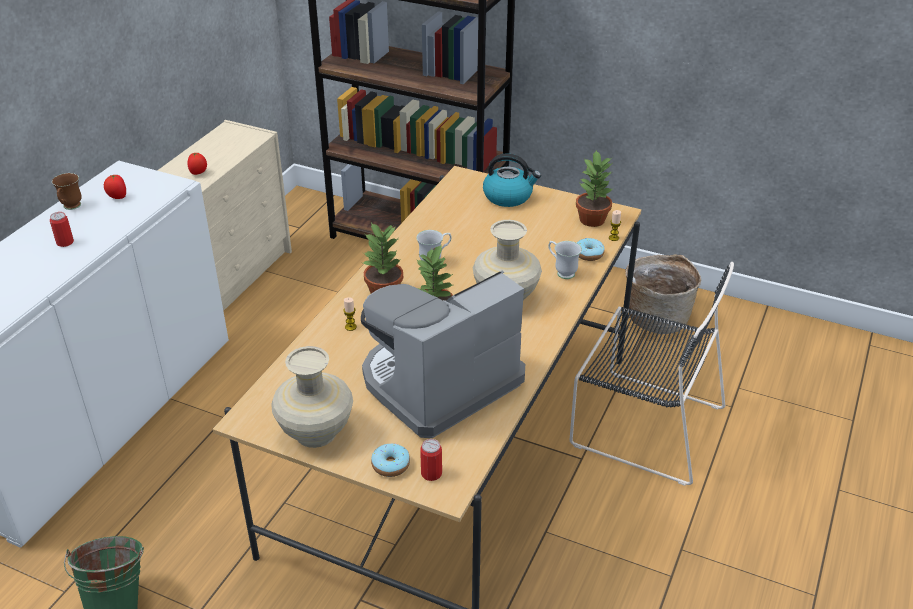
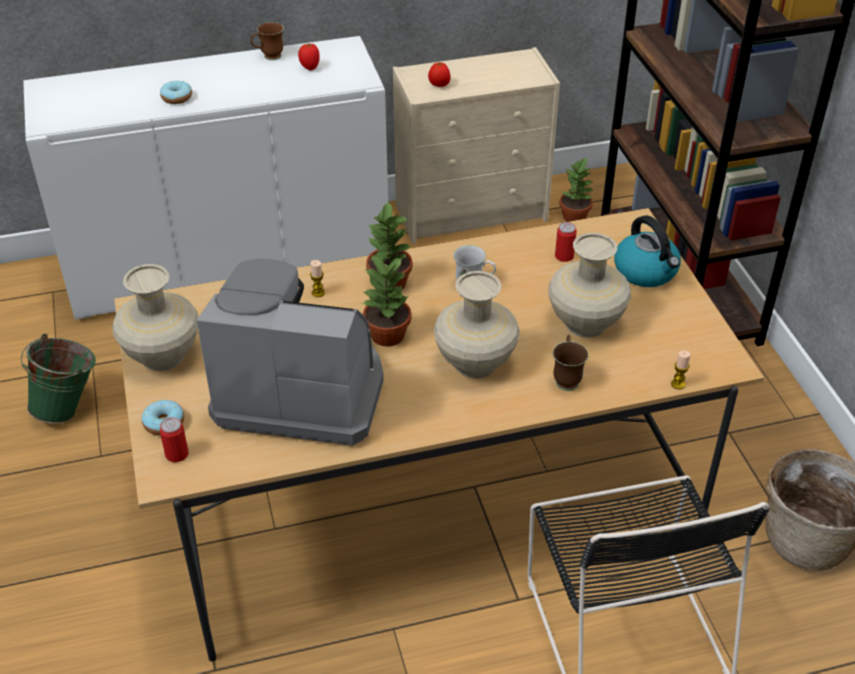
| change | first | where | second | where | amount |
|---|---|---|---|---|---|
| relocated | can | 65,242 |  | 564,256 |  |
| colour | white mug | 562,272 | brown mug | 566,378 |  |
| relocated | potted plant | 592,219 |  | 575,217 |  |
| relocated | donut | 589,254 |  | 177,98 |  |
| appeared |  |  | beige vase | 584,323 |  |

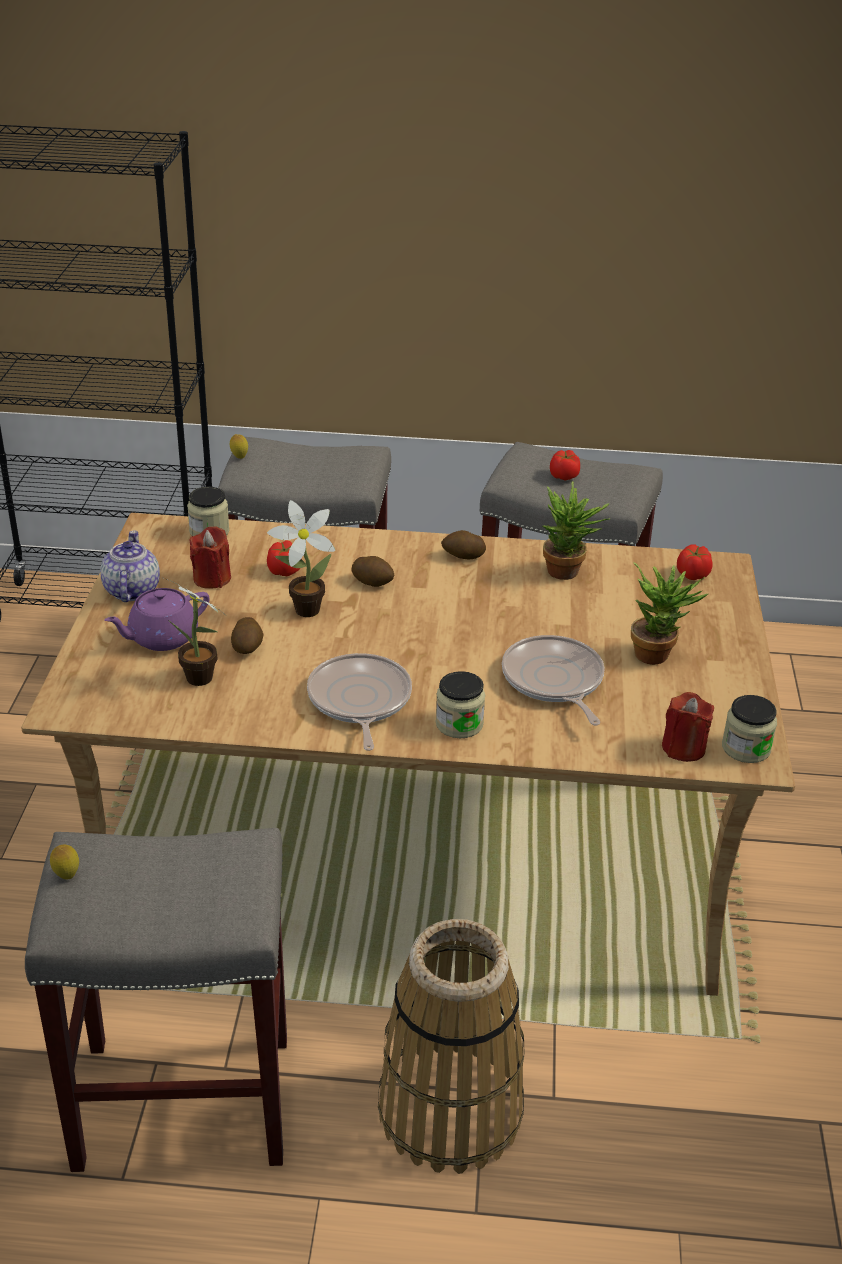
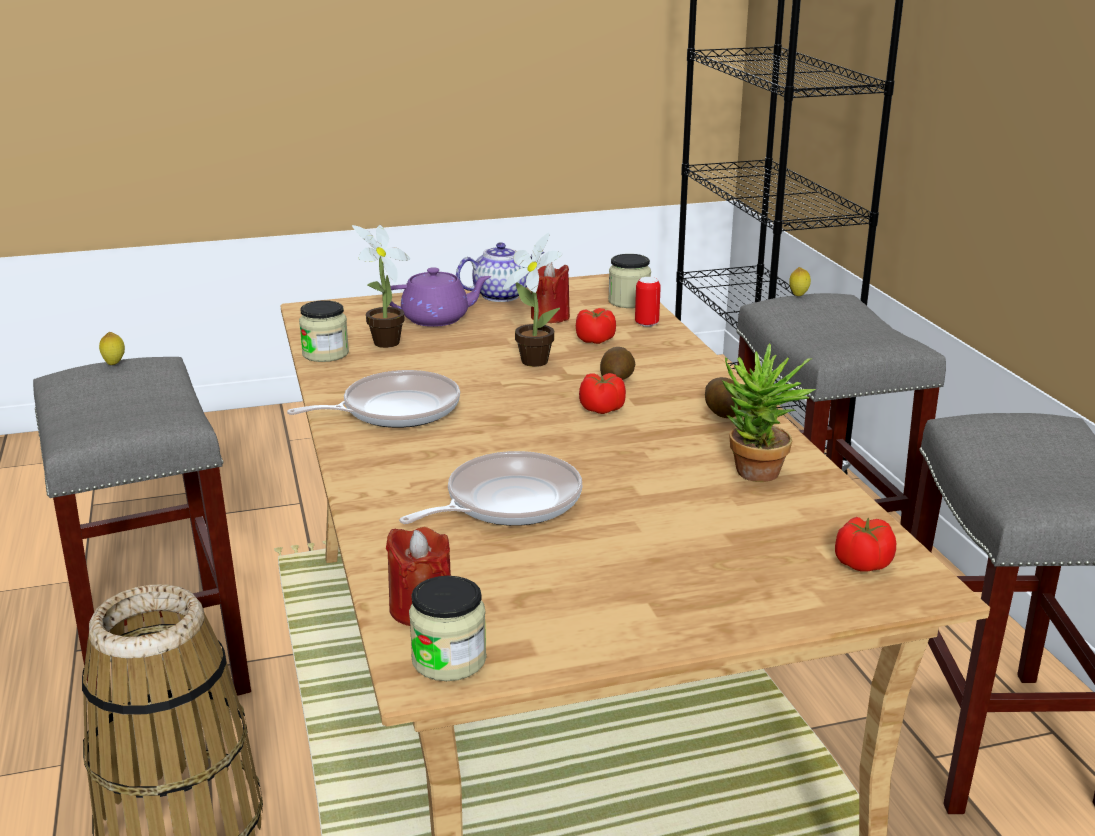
| change | first | where | second | where | amount |
|---|---|---|---|---|---|
| spun | purple teapot | 161,638 |  | 437,319 | 135 degrees clockwise |
| missing | potato | 247,648 |  |  |  |
| relocated | jar | 459,724 |  | 325,353 |  |
| relocated | tomato | 564,476 |  | 602,409 |  |
| missing | potted plant | 658,653 |  |  |  |
| appeared |  |  | can | 646,324 |  |

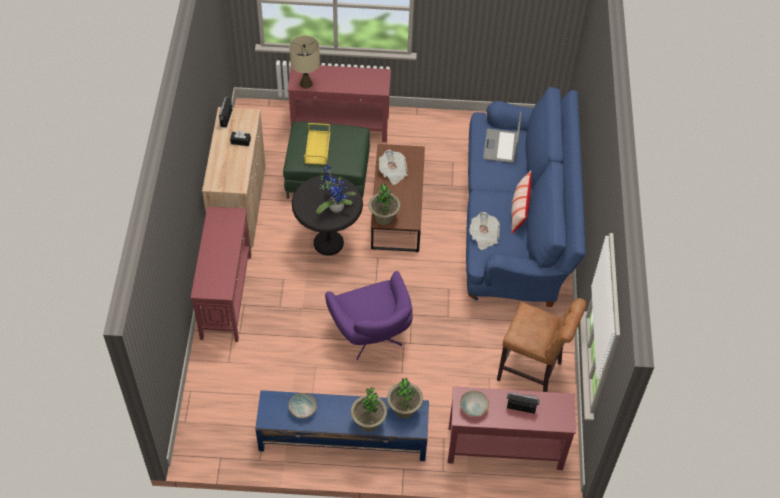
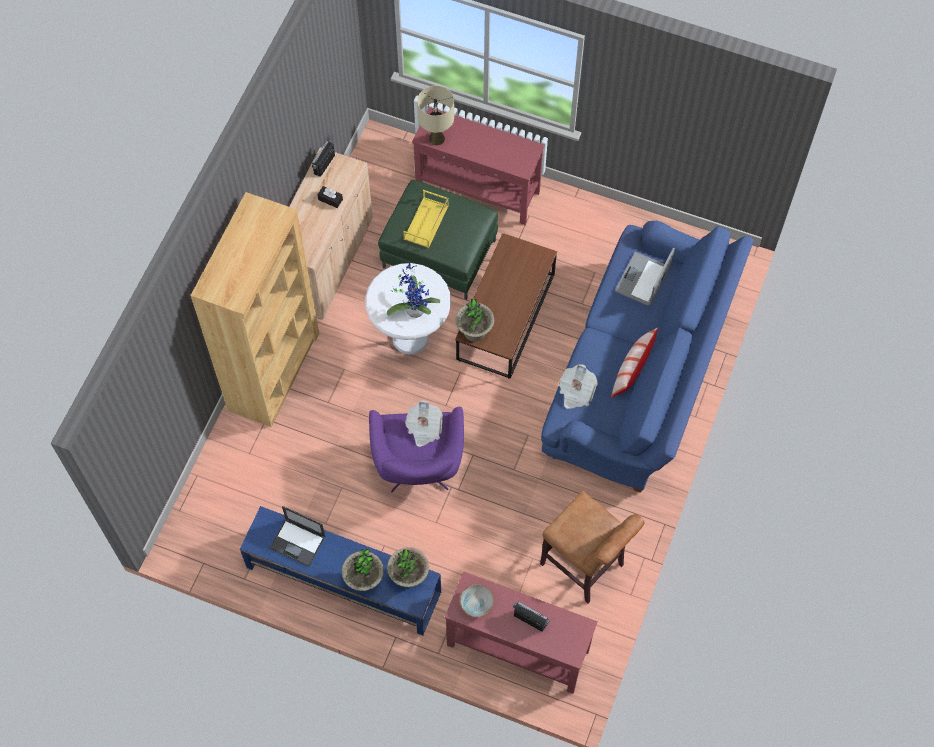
| change | first | where | second | where | amount |
|---|---|---|---|---|---|
| exchanged | red console table | 226,295 | brown bookcase | 274,371 |  |
| exchanged | bowl | 303,409 | laptop | 298,542 |  |
| colour | black side table | 328,243 | white side table | 410,338 |  |
| relocated | newspaper | 393,172 |  | 424,428 |  |

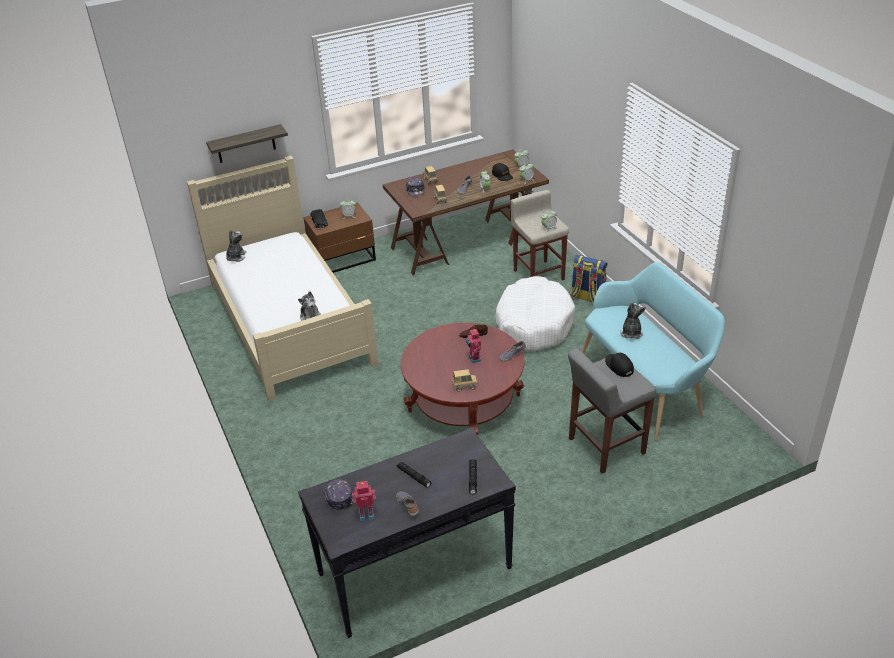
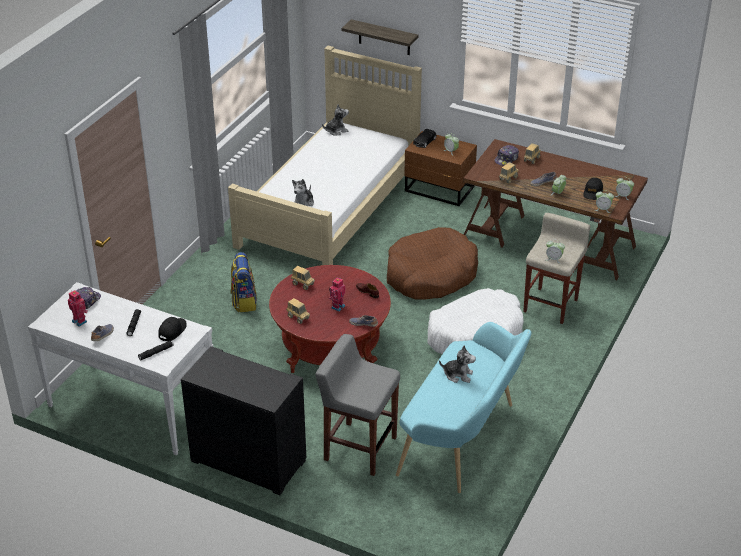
| change | first | where | second | where | amount |
|---|---|---|---|---|---|
| colour | black console table | 414,571 | white console table | 131,407 |  |
| relocated | backpack | 587,297 |  | 244,301 |  |
| relocated | black cap | 619,367 |  | 172,331 |  |
| spun | plush toy | 631,333 |  | 458,375 | 45 degrees clockwise |
| appeared |  |  | black dresser | 247,461 |  |
| appeared |  |  | toy truck | 303,284 |  |
| appeared |  |  | brown dog bed | 430,275 |  |

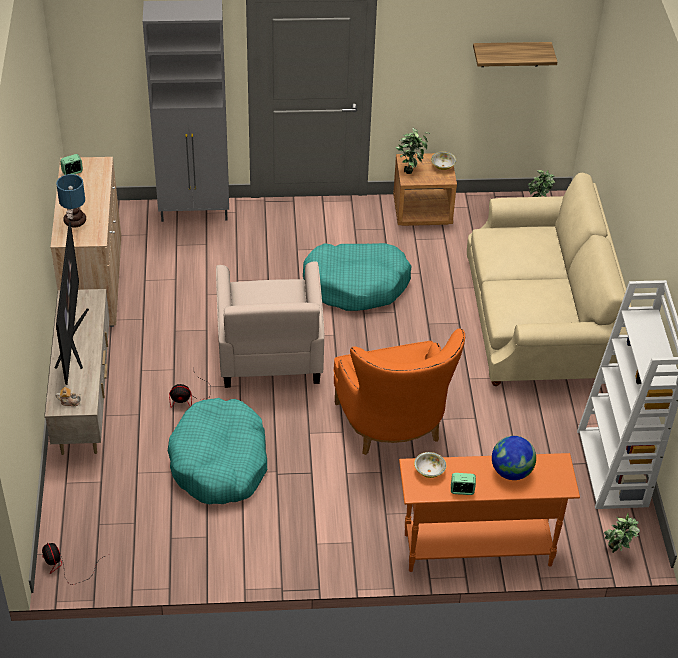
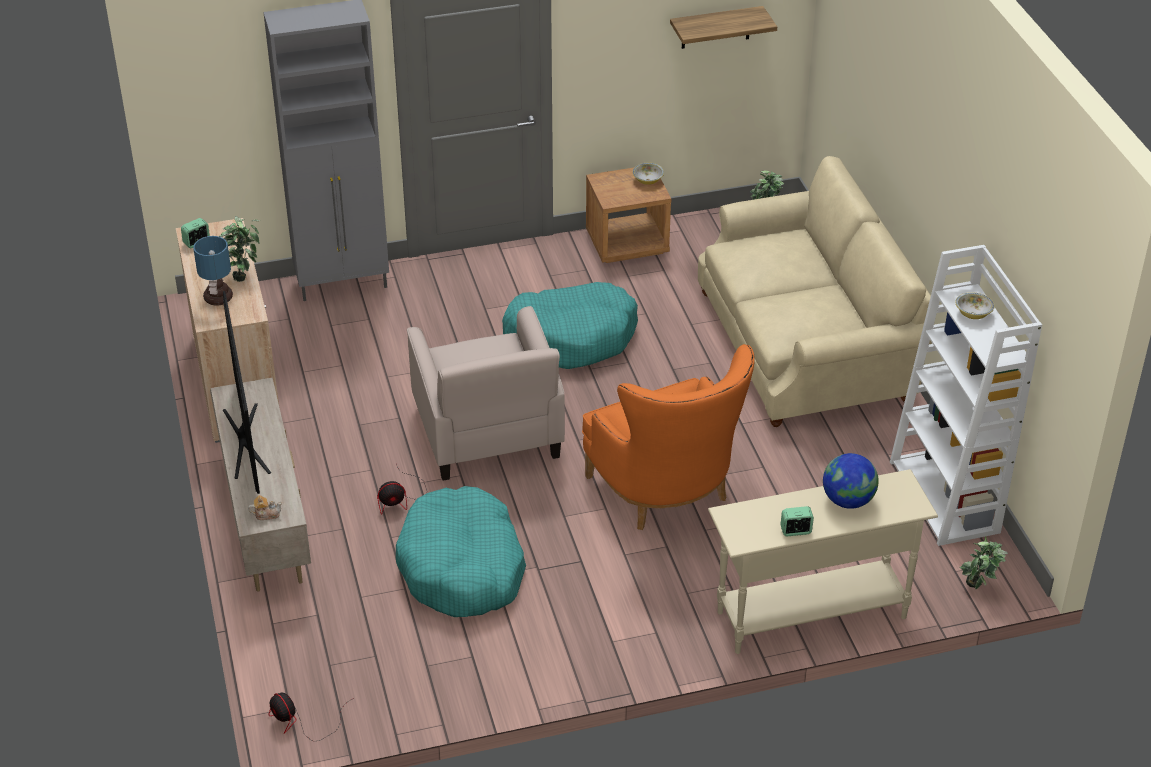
| change | first | where | second | where | amount |
|---|---|---|---|---|---|
| relocated | potted plant | 410,169 |  | 243,275 |  |
| colour | orange console table | 477,549 | beige console table | 810,614 |  |
| relocated | bowl | 429,471 |  | 973,314 |  |

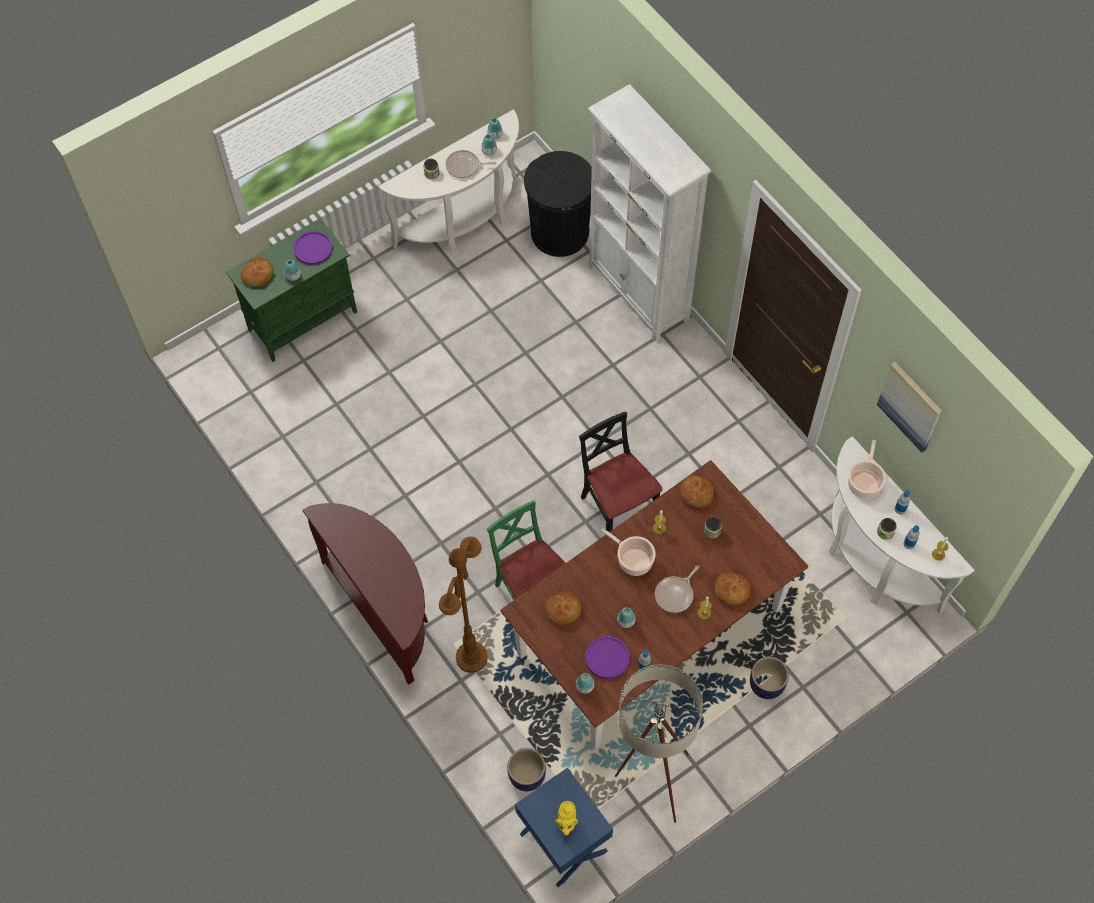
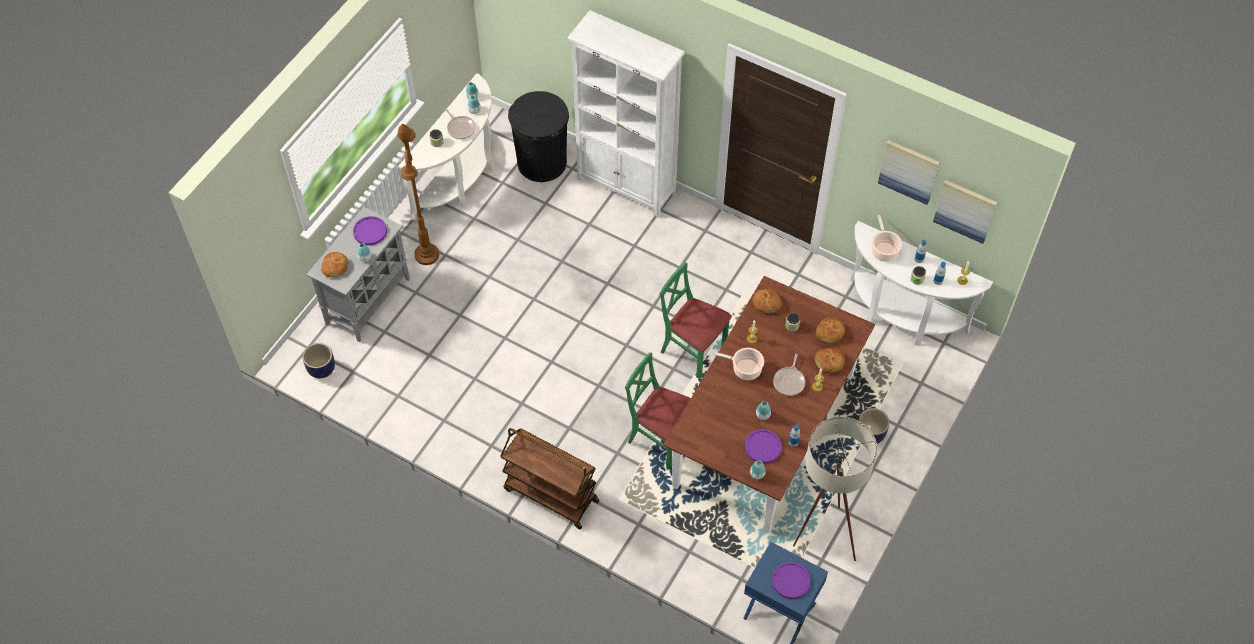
| change | first | where | second | where | amount |
|---|---|---|---|---|---|
| colour | green cabinet | 303,320 | grey cabinet | 368,300 |  |
| exchanged | brown console table | 384,609 | brown cart | 550,495 |  |
| relocated | brown floor lamp | 471,657 |  | 426,254 |  |
| spun | frying pan | 464,166 |  | 460,128 | 105 degrees counterclockwise |
| relocated | planter | 527,776 |  | 321,369 |  |
| relocated | bread | 563,611 |  | 830,333 |  |
| exchanged | yellow teapot | 566,822 | purple plate | 791,581 |  |
| colour | black chair | 617,508 | green chair | 693,350 |  |
| appeared |  |  | picture | 965,210 |  |

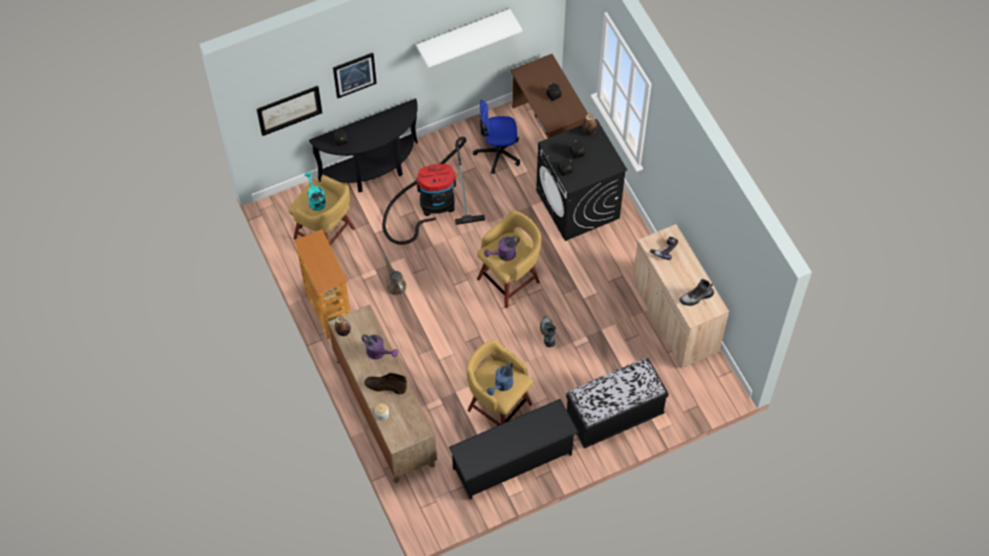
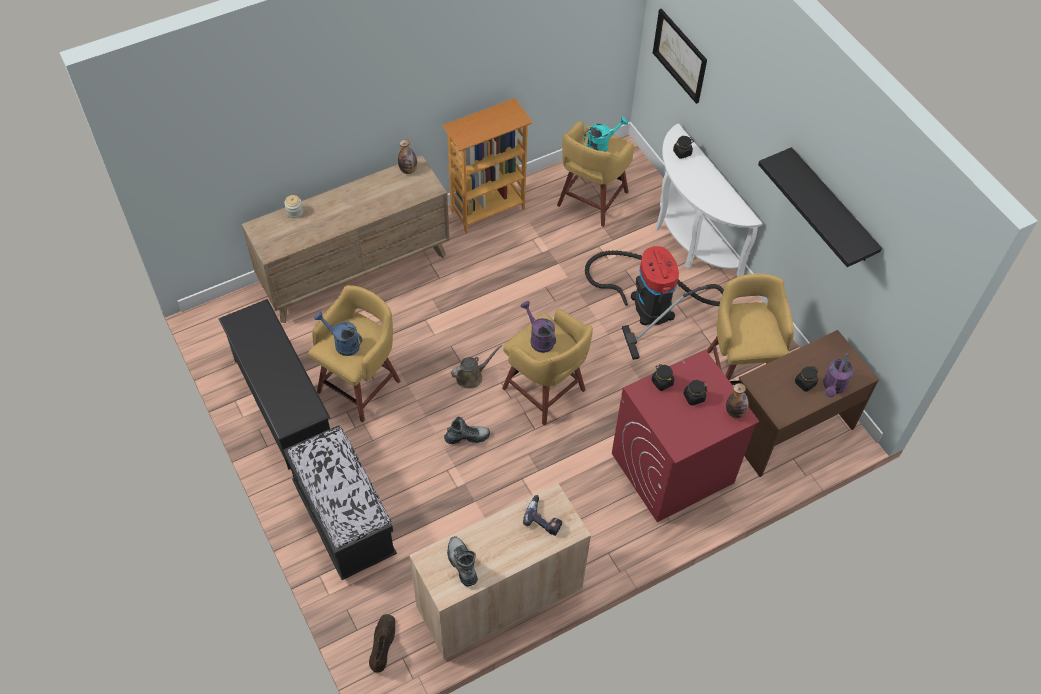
| change | first | where | second | where | amount |
|---|---|---|---|---|---|
| colour | black console table | 373,170 | white console table | 689,239 |  |
| missing | picture | 354,74 |  |  |  |
| relocated | purple watering can | 379,353 |  | 833,387 |  |
| relocated | brown boot | 385,386 |  | 382,644 |  |
| relocated | brown watering can | 395,284 |  | 472,376 |  |
| colour | white shelf | 463,33 | black shelf | 831,207 |  |
| exchanged | office chair | 498,153 | yellow stool | 740,370 |  |
| colour | black washing machine | 578,205 | red washing machine | 672,468 |  |

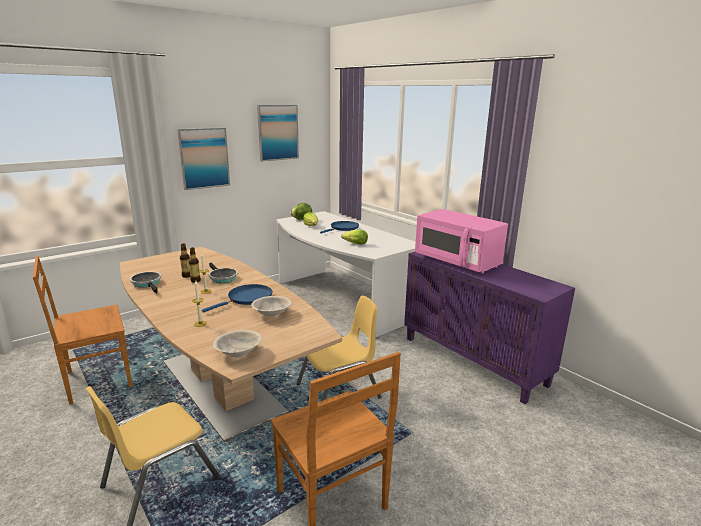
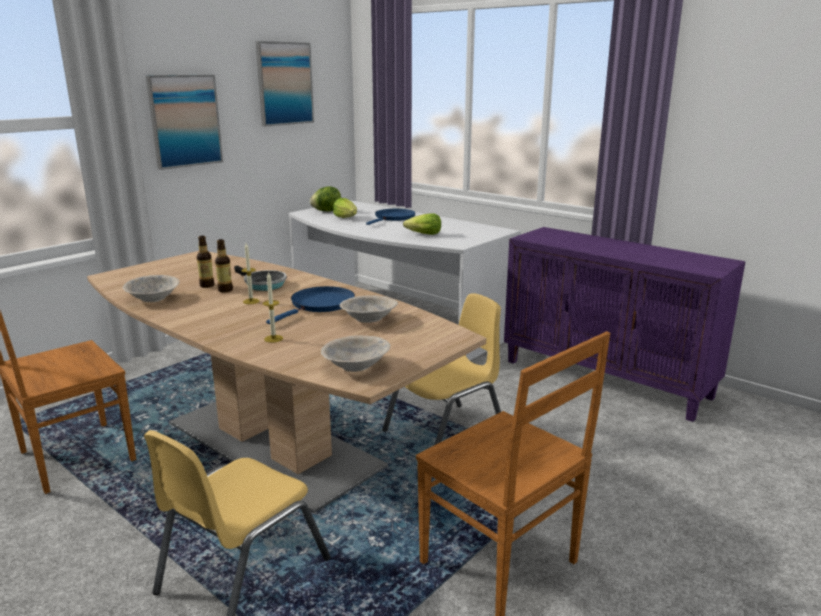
| change | first | where | second | where | amount |
|---|---|---|---|---|---|
| exchanged | frying pan | 147,283 | beige bowl | 153,298 |  |
| missing | pink microwave | 457,261 |  |  |  |

